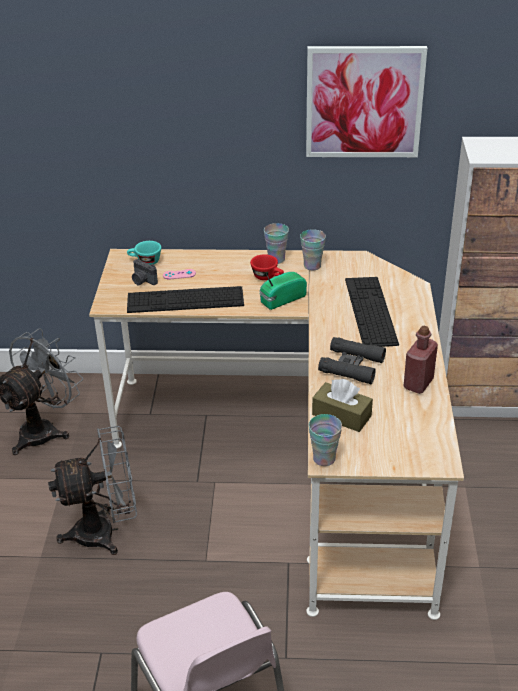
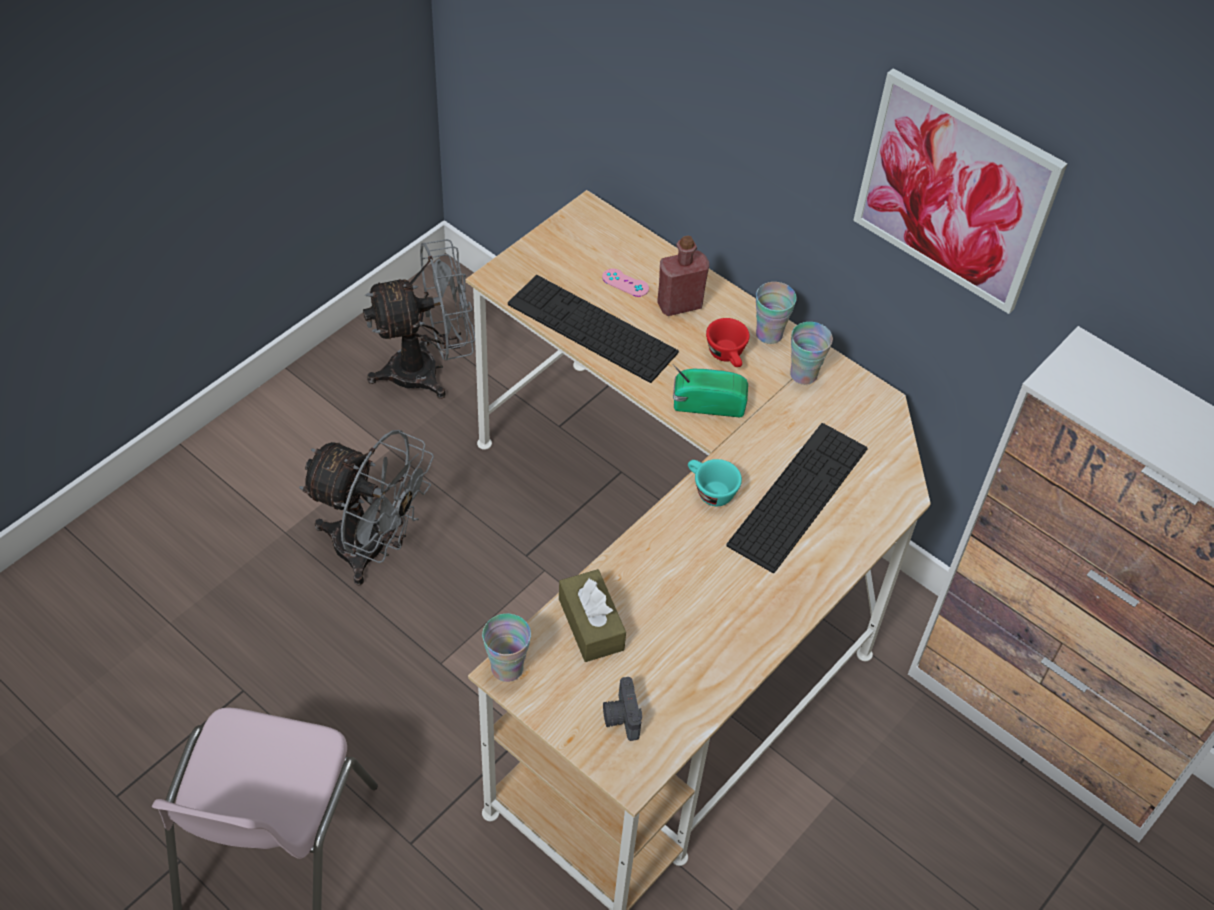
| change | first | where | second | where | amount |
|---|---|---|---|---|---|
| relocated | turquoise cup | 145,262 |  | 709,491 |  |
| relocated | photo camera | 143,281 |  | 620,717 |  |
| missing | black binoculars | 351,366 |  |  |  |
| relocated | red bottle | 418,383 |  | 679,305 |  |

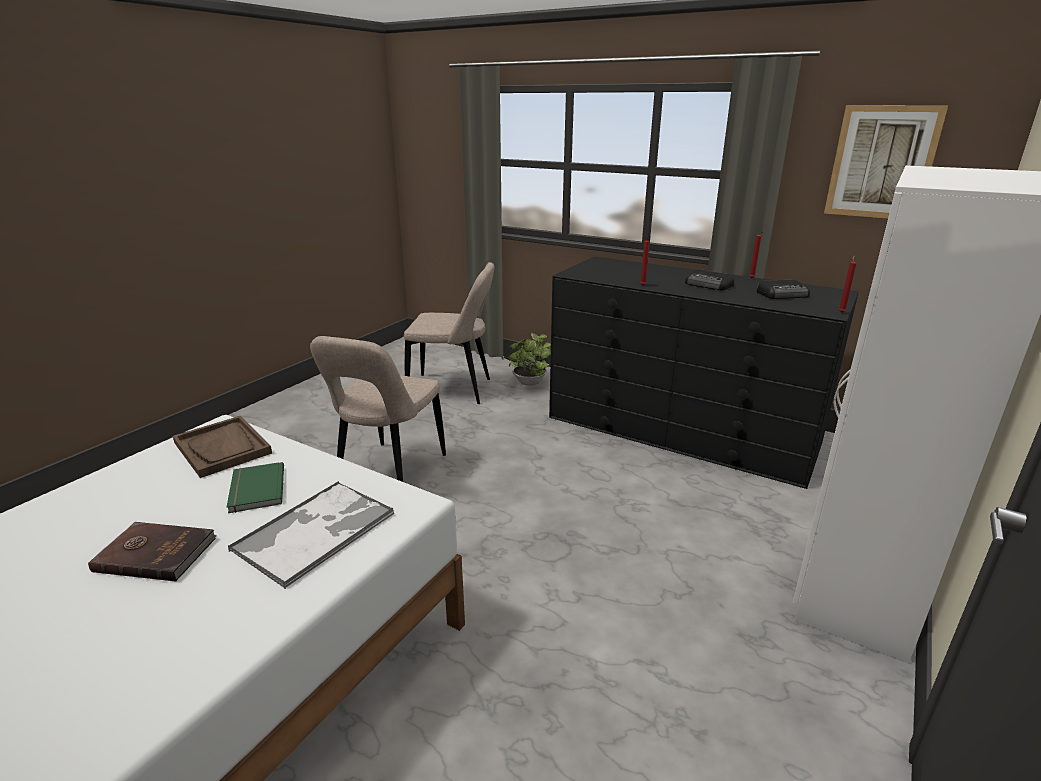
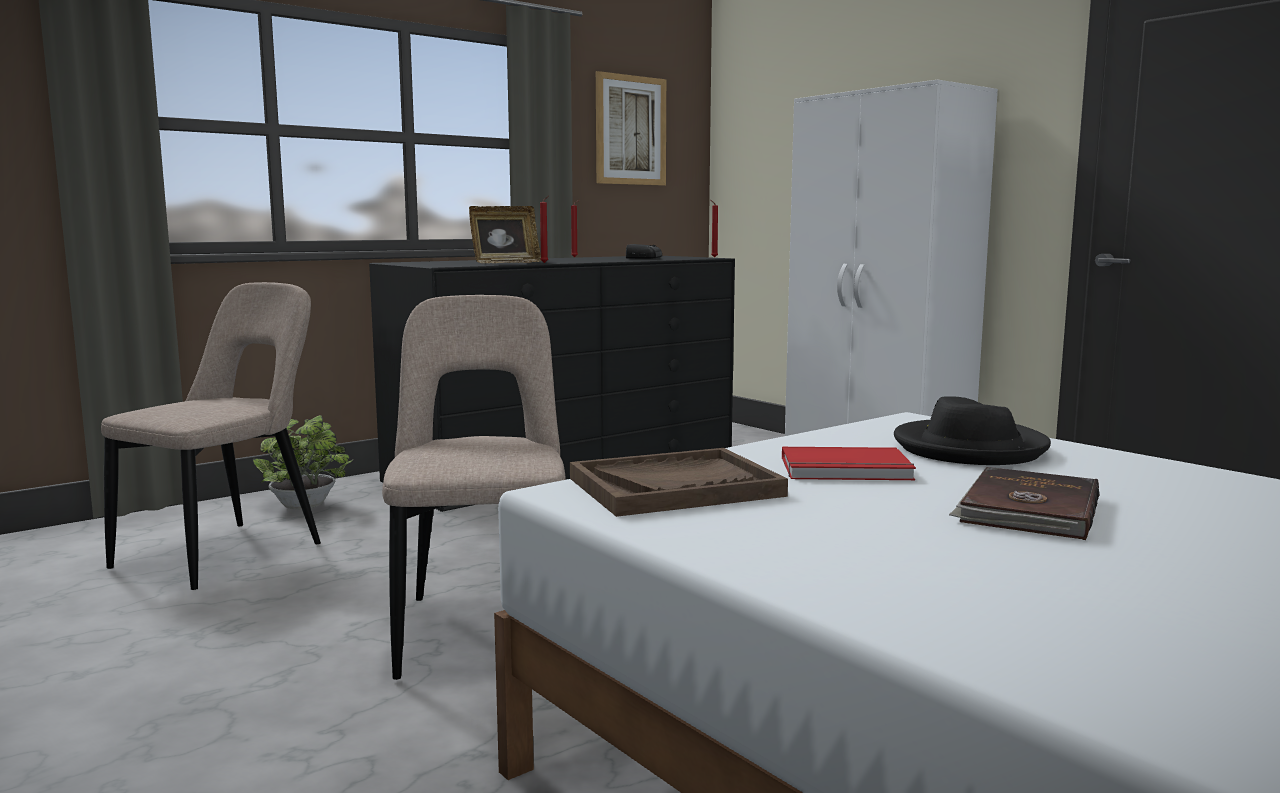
| change | first | where | second | where | amount |
|---|---|---|---|---|---|
| colour | green book | 255,490 | red book | 846,470 |  |
| exchanged | tray | 316,531 | black hat | 969,448 |  |
| spun | beige chair | 389,476 |  | 483,628 | 135 degrees counterclockwise |
| missing | radio | 709,285 |  |  |  |
| appeared |  |  | picture frame | 505,263 |  |

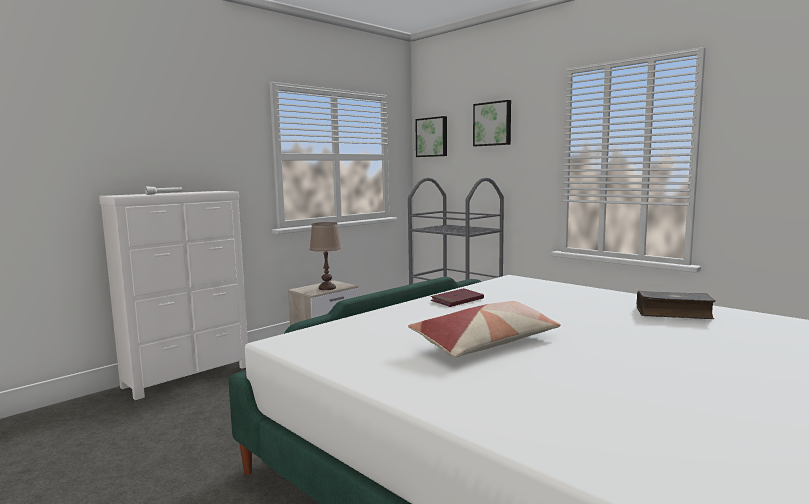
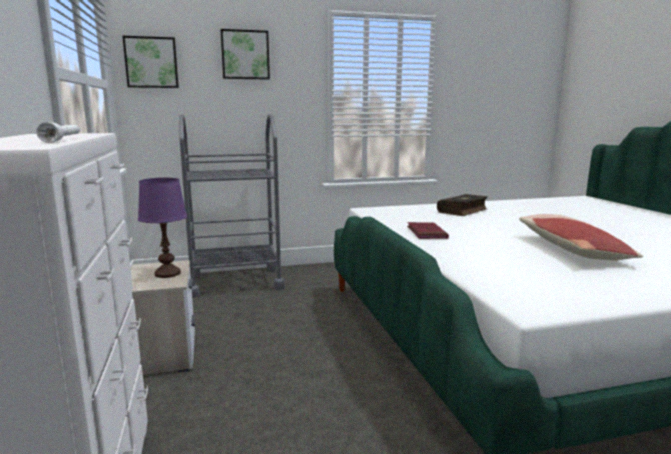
| change | first | where | second | where | amount |
|---|---|---|---|---|---|
| colour | brown table lamp | 327,288 | purple table lamp | 168,273 |  |
| relocated | book | 673,313 |  | 463,211 |  |

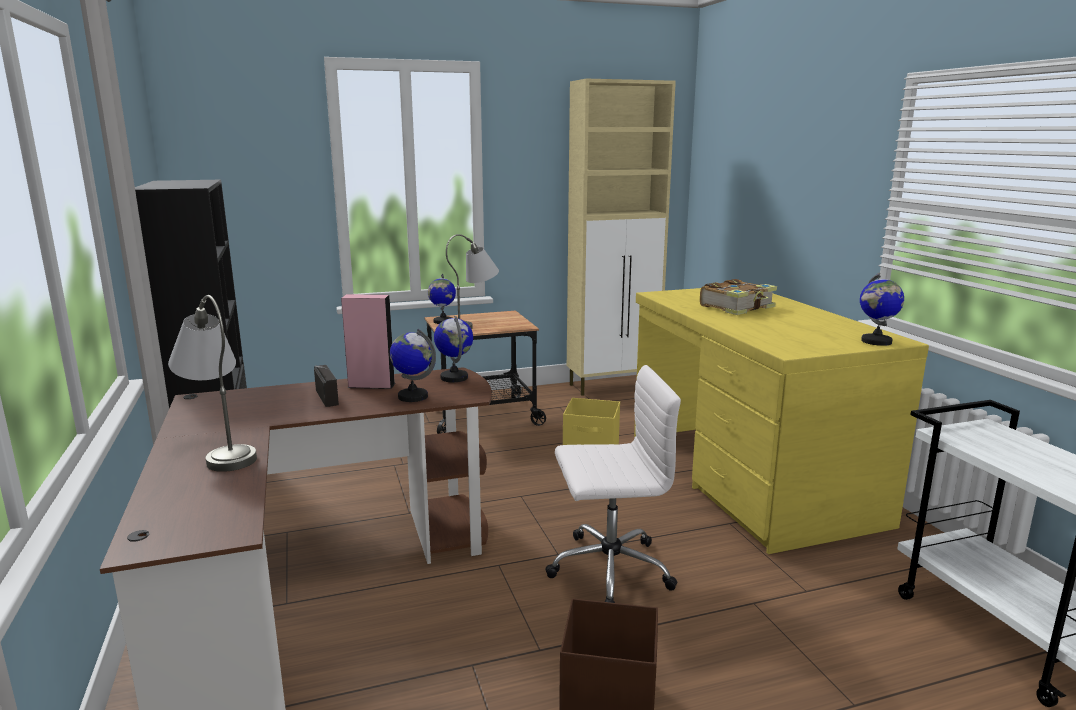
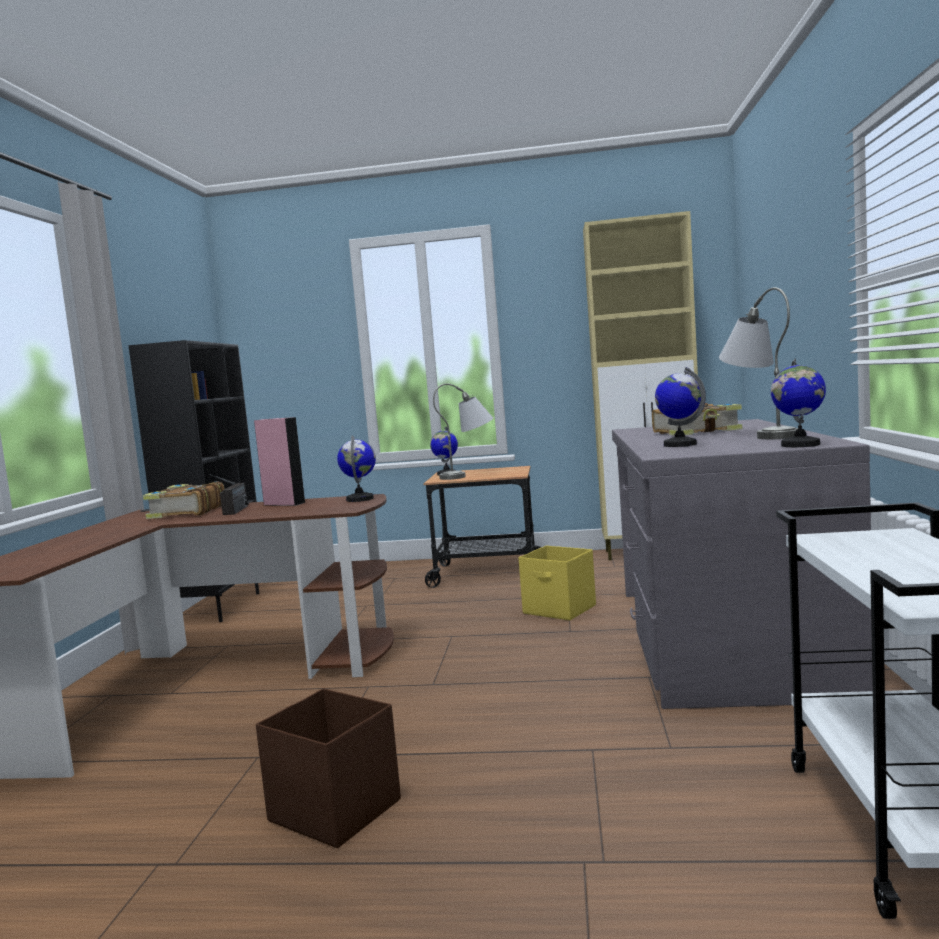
| change | first | where | second | where | amount |
|---|---|---|---|---|---|
| relocated | grey table lamp | 222,450 |  | 761,435 |  |
| relocated | globe | 413,396 |  | 680,445 |  |
| missing | white office chair | 608,570 |  |  |  |
| colour | yellow desk | 747,477 | grey desk | 720,638 |  |
| appeared |  |  | book | 186,512 |  |

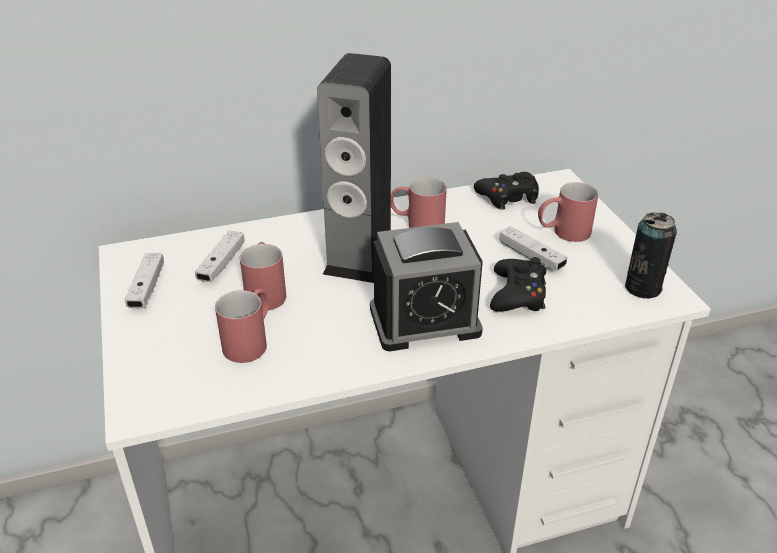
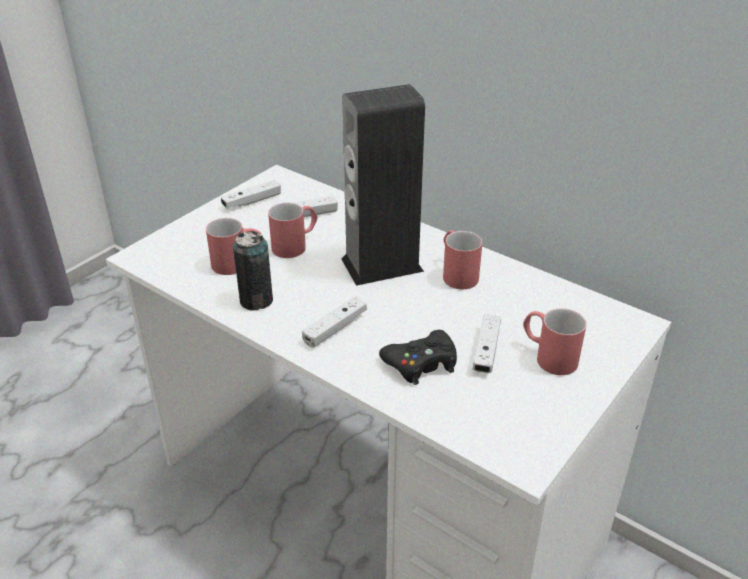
| change | first | where | second | where | amount |
|---|---|---|---|---|---|
| exchanged | alarm clock | 424,321 | white game controller | 335,328 |  |
| missing | black game controller | 508,197 |  |  |  |
| relocated | can | 642,287 |  | 256,301 |  |

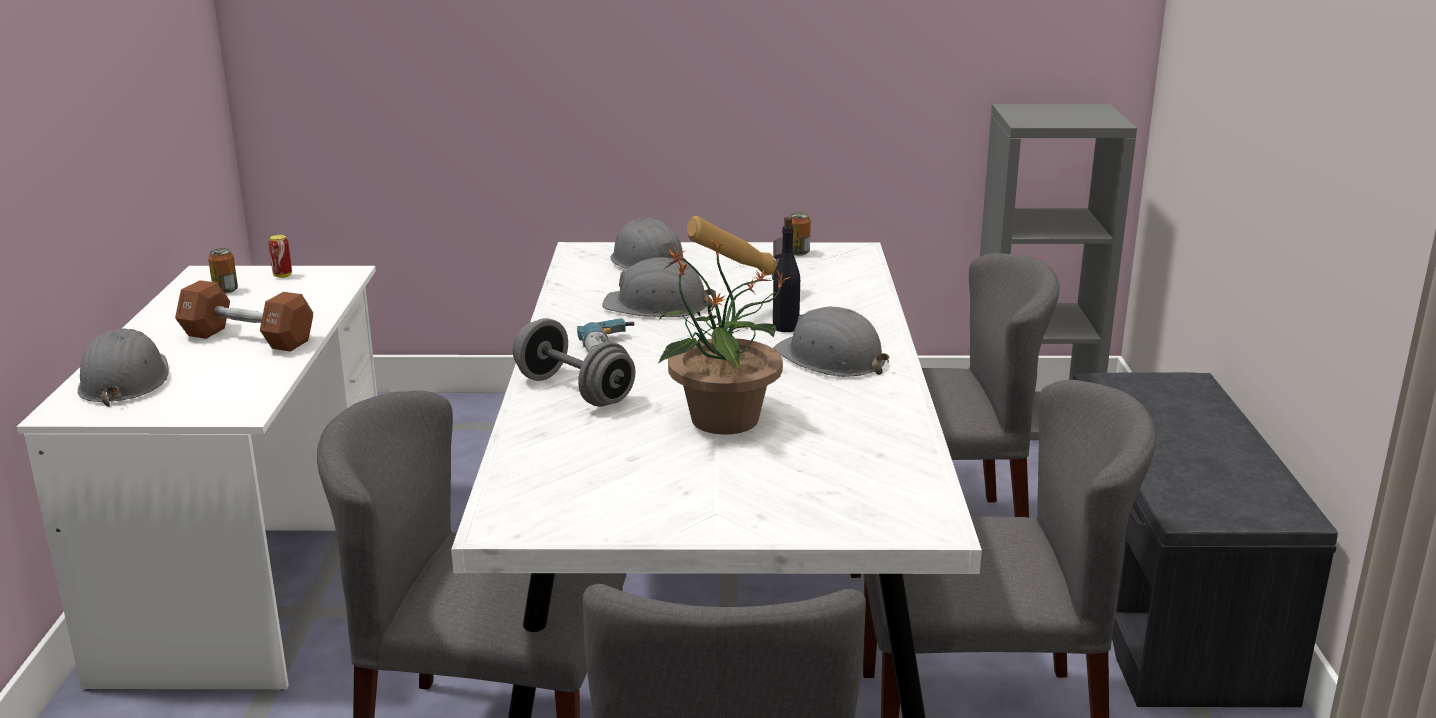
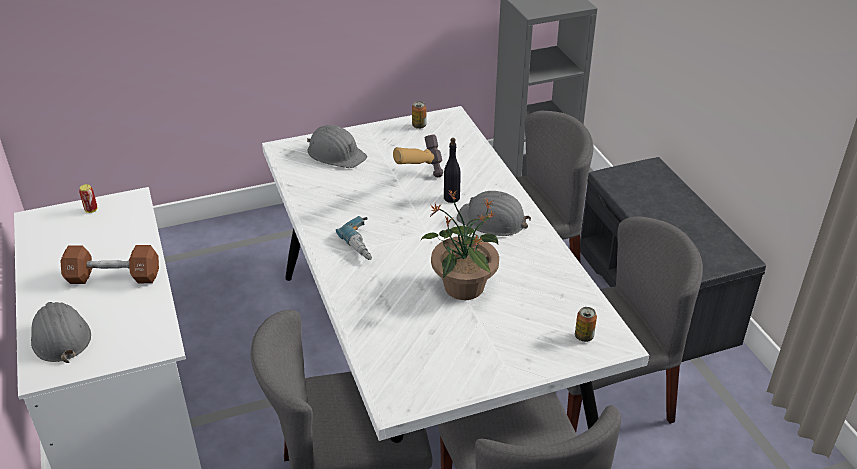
| change | first | where | second | where | amount |
|---|---|---|---|---|---|
| relocated | can | 225,290 |  | 584,336 |  |
| missing | grey dumbbell | 574,391 |  |  |  |
| missing | grey hard hat | 657,305 |  |  |  |

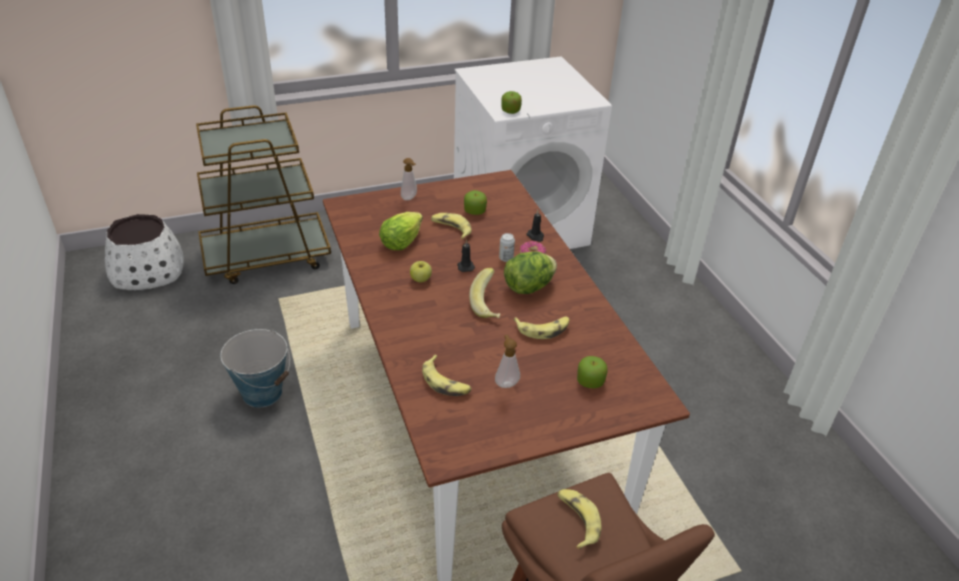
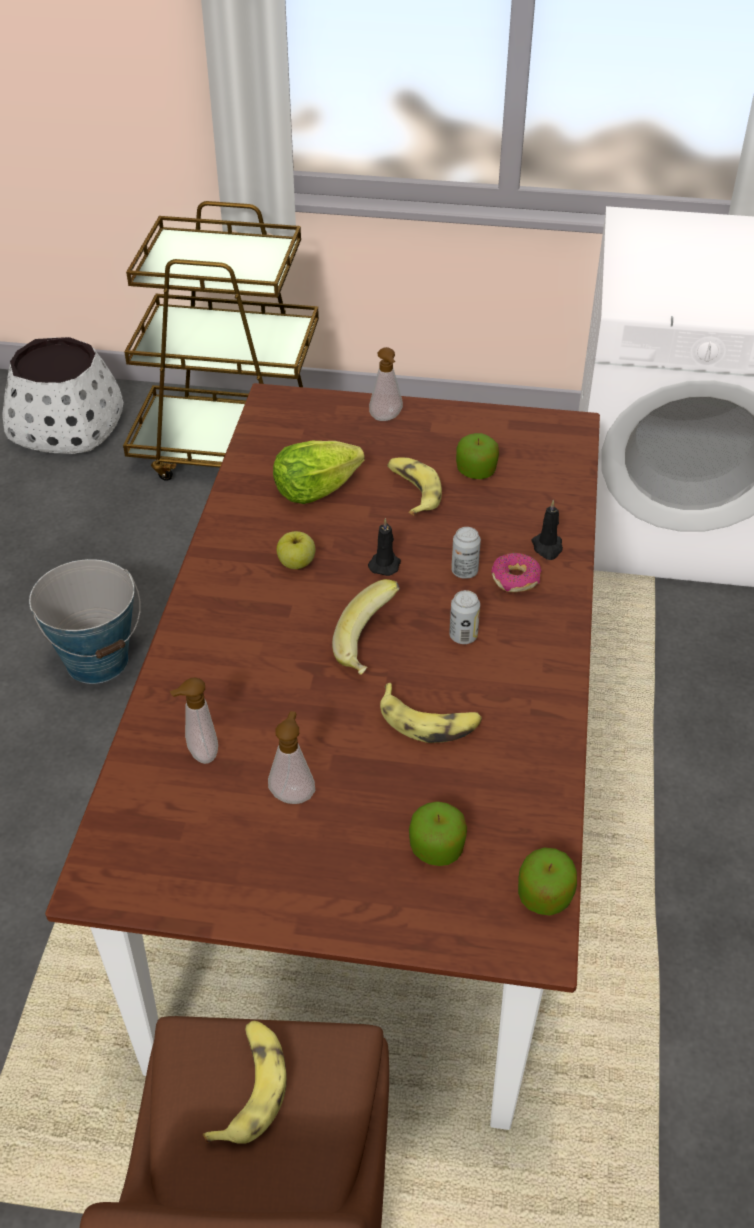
| change | first | where | second | where | amount |
|---|---|---|---|---|---|
| exchanged | banana | 446,382 | soap dispenser | 200,754 |  |
| relocated | apple | 510,111 |  | 544,896 |  |
| exchanged | lettuce | 528,287 | can | 463,636 |  |

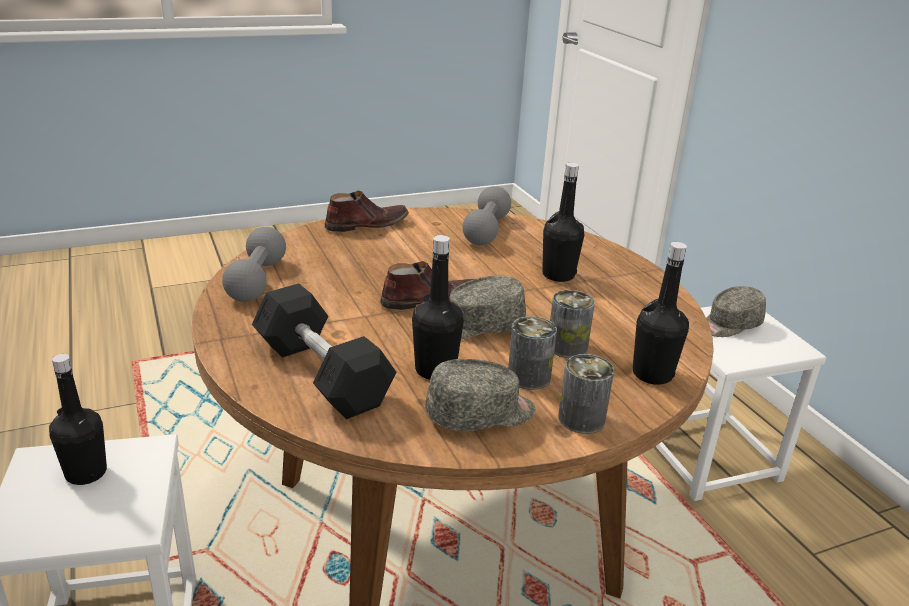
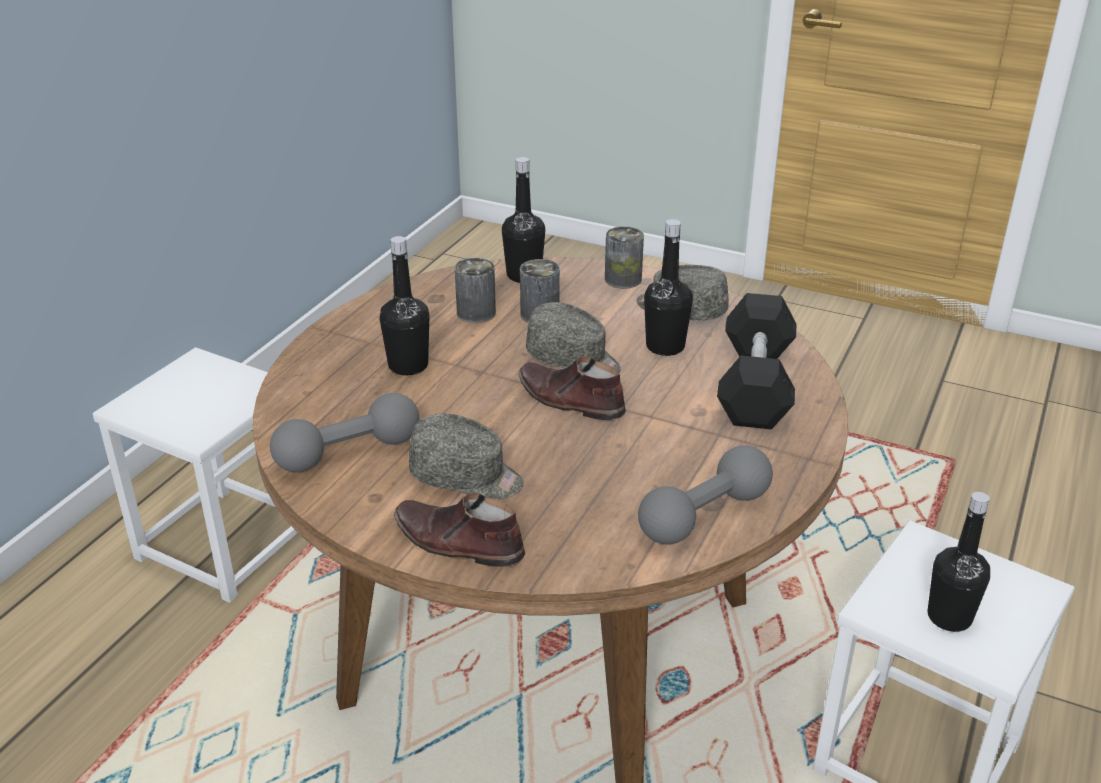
| change | first | where | second | where | amount |
|---|---|---|---|---|---|
| relocated | can | 529,377 |  | 476,313 |  |
| relocated | grey cap | 729,325 |  | 467,477 |  |

